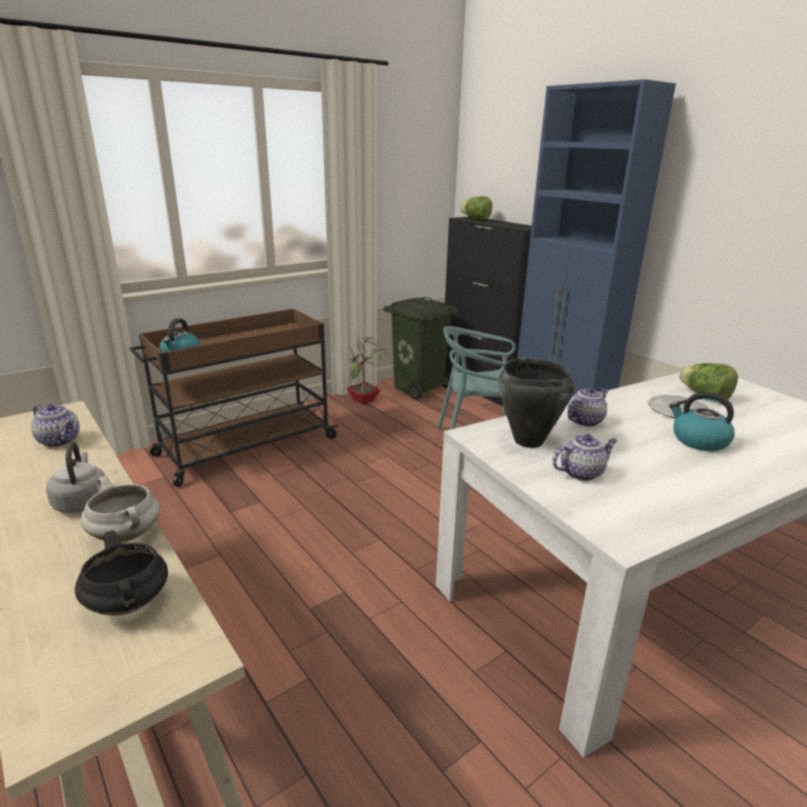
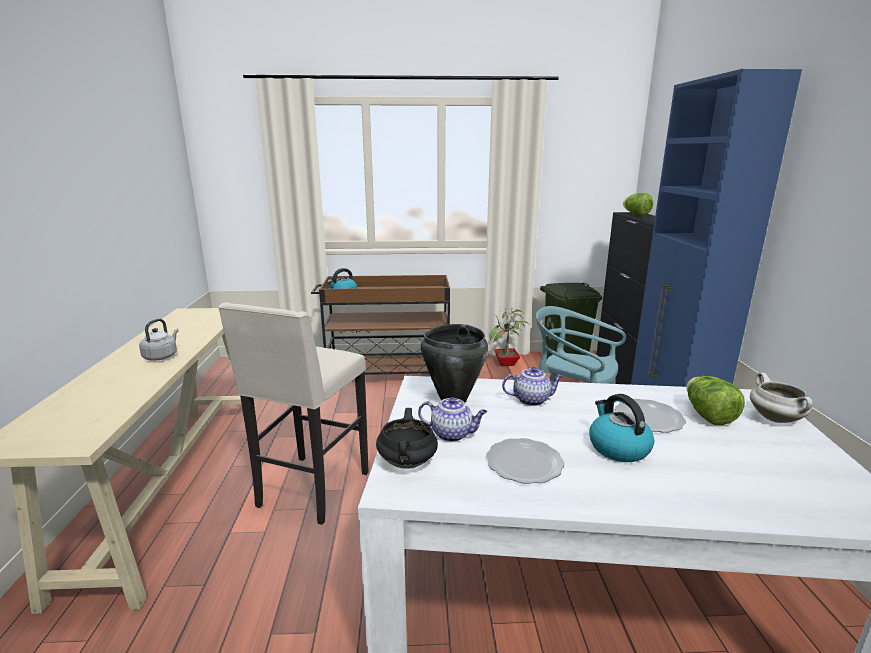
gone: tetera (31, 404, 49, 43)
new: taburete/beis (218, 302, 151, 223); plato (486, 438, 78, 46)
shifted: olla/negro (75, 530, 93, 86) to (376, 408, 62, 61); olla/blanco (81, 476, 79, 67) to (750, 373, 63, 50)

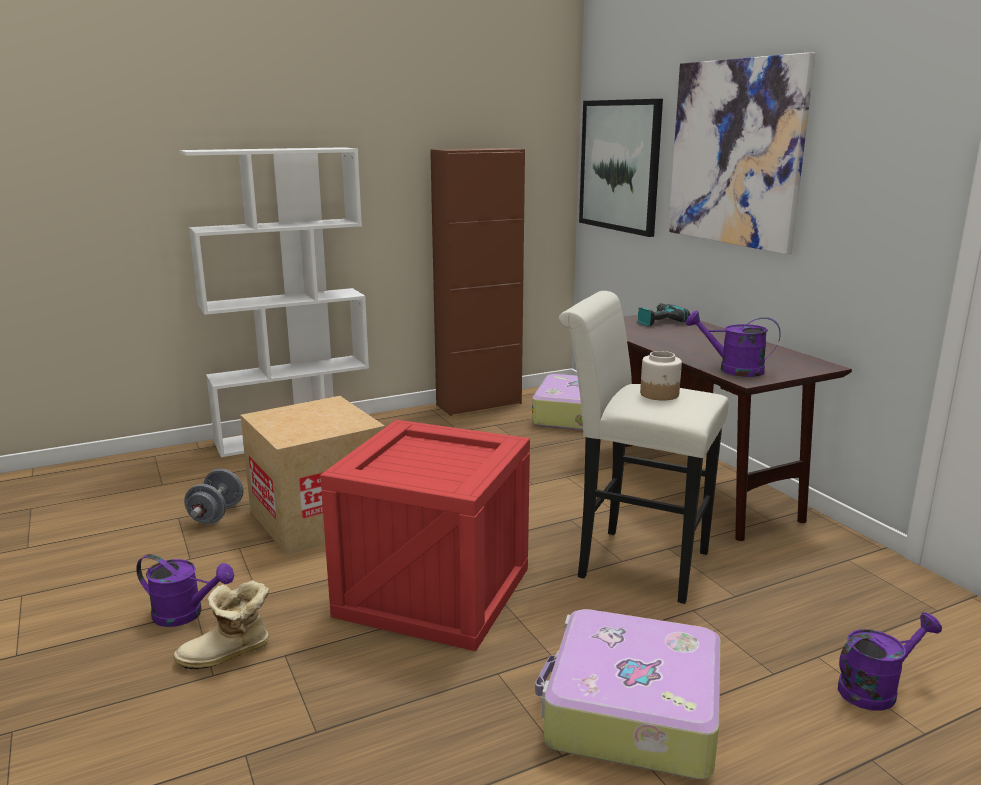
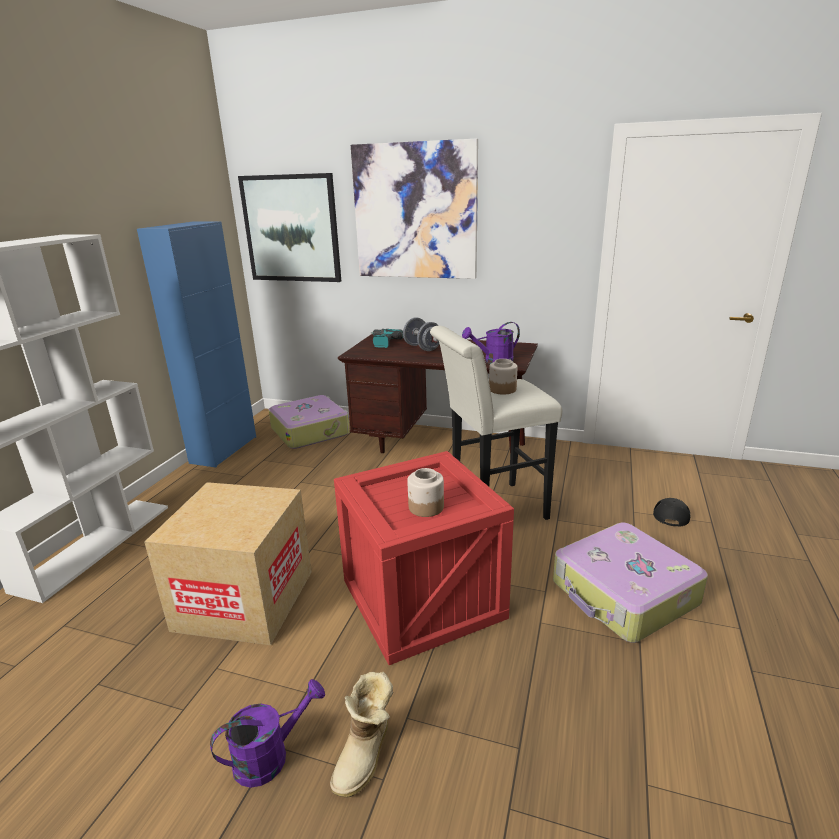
new: tarro (407, 468, 37, 49)
shifted: mancuerna/gris (184, 469, 59, 55) to (403, 317, 36, 34)
swapped: regadera/morado (838, 612, 104, 99) to gorra/negro (653, 498, 38, 29)
repainted: armario/marrón (430, 148, 95, 268) to armario/azul (137, 221, 119, 247)

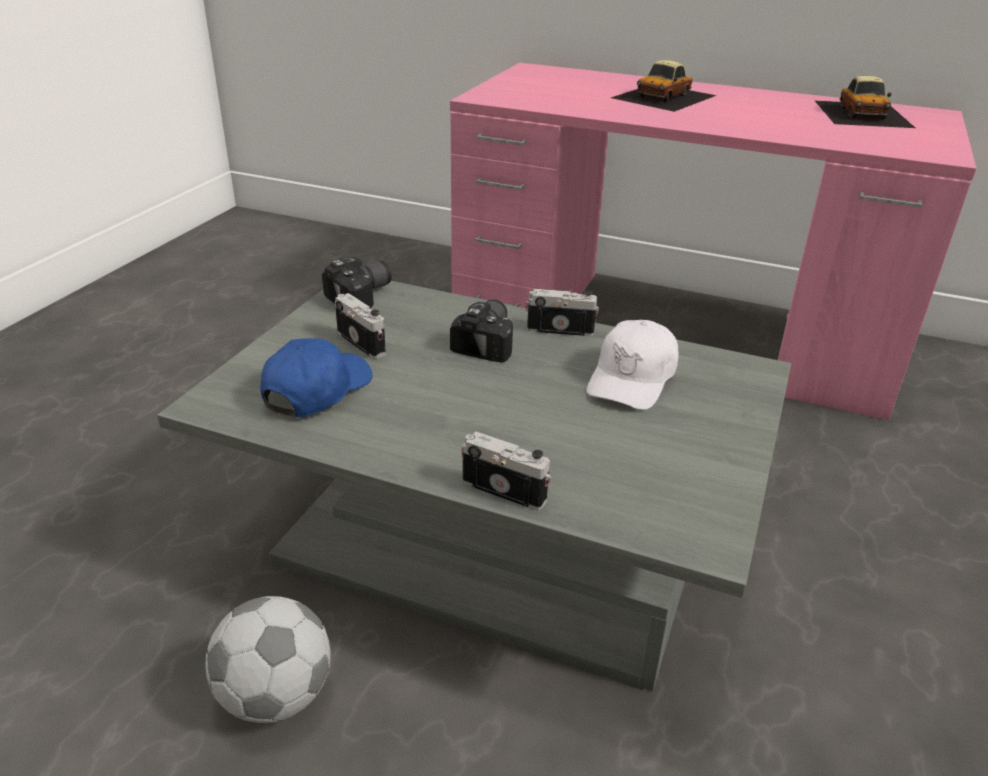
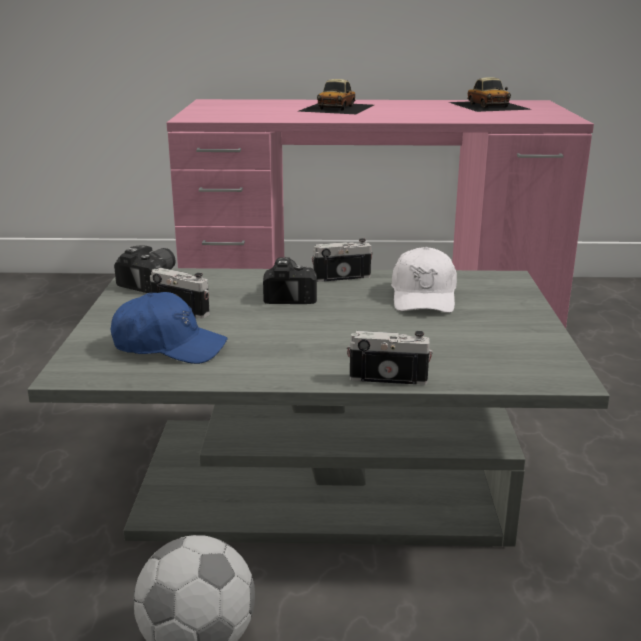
rotated: gorra/azul (261, 338, 112, 79) = (111, 292, 117, 72) 90 degrees clockwise

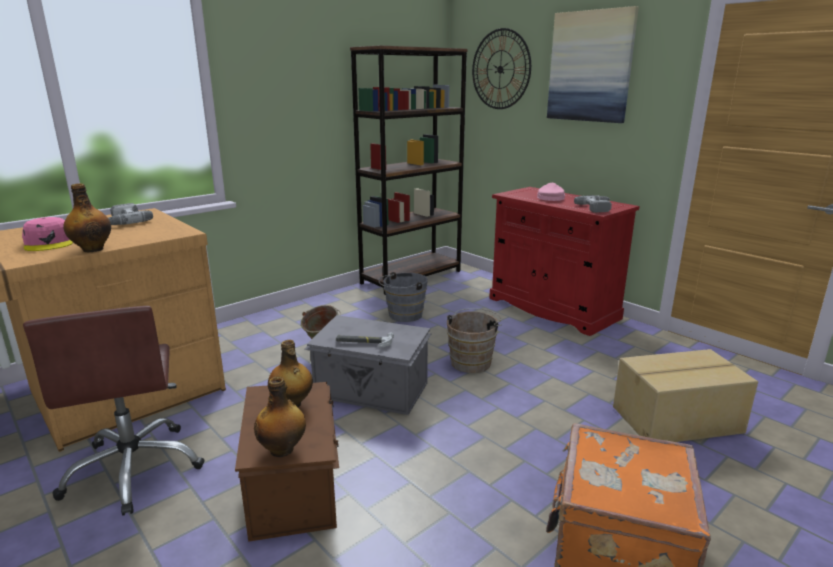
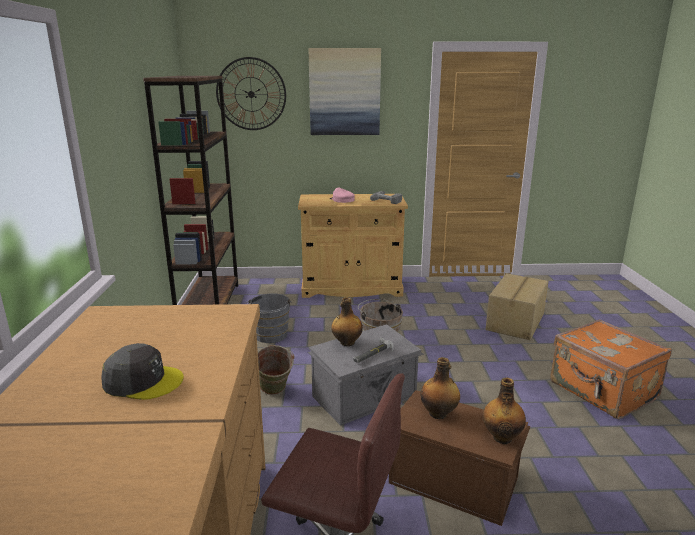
gone: taladro (108, 203, 45, 22)
shifted: botella (63, 183, 48, 69) to (331, 297, 32, 49)
repainted: gorra/rosa (22, 217, 51, 34) to gorra/gris (101, 343, 83, 57); armario/rojo (489, 187, 150, 149) to armario/beis (298, 194, 110, 104)

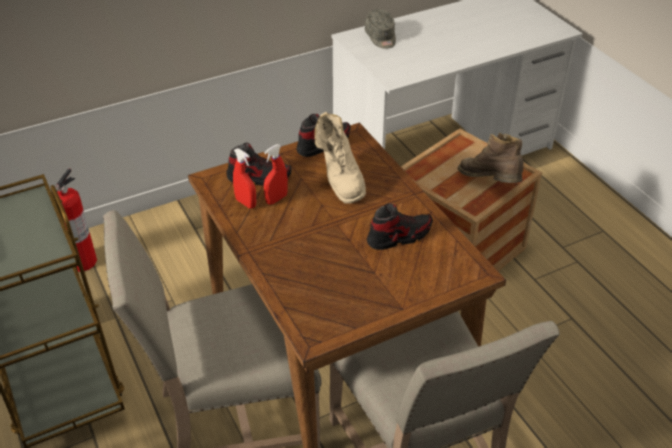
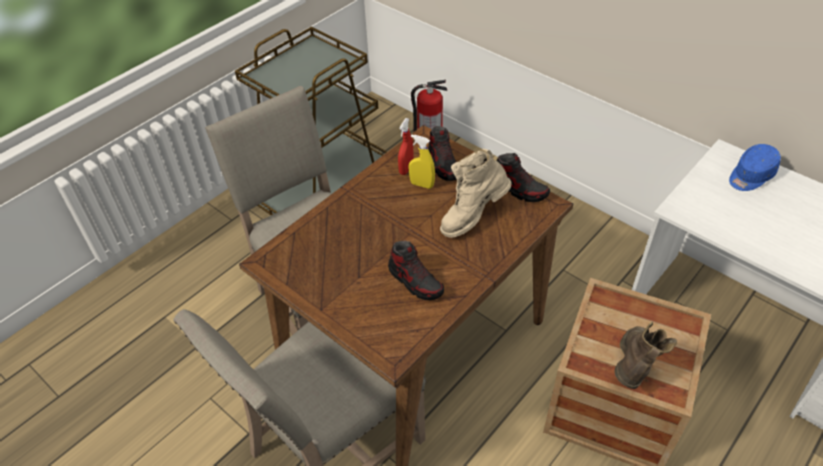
repainted: pulverizador/rojo (264, 144, 24, 61) to pulverizador/amarillo (408, 134, 27, 55); gorra/gris (365, 9, 31, 40) to gorra/azul (729, 144, 52, 47)

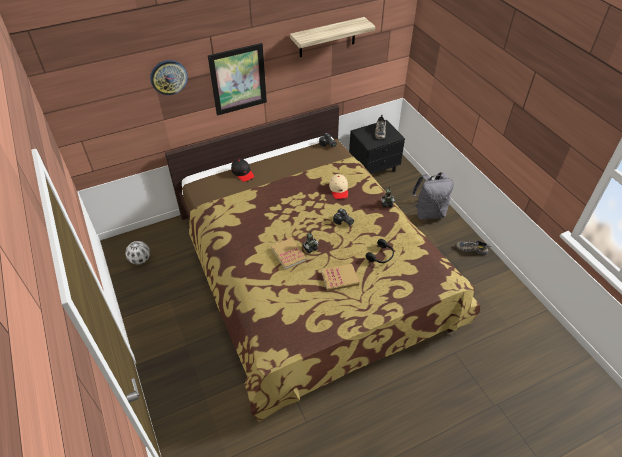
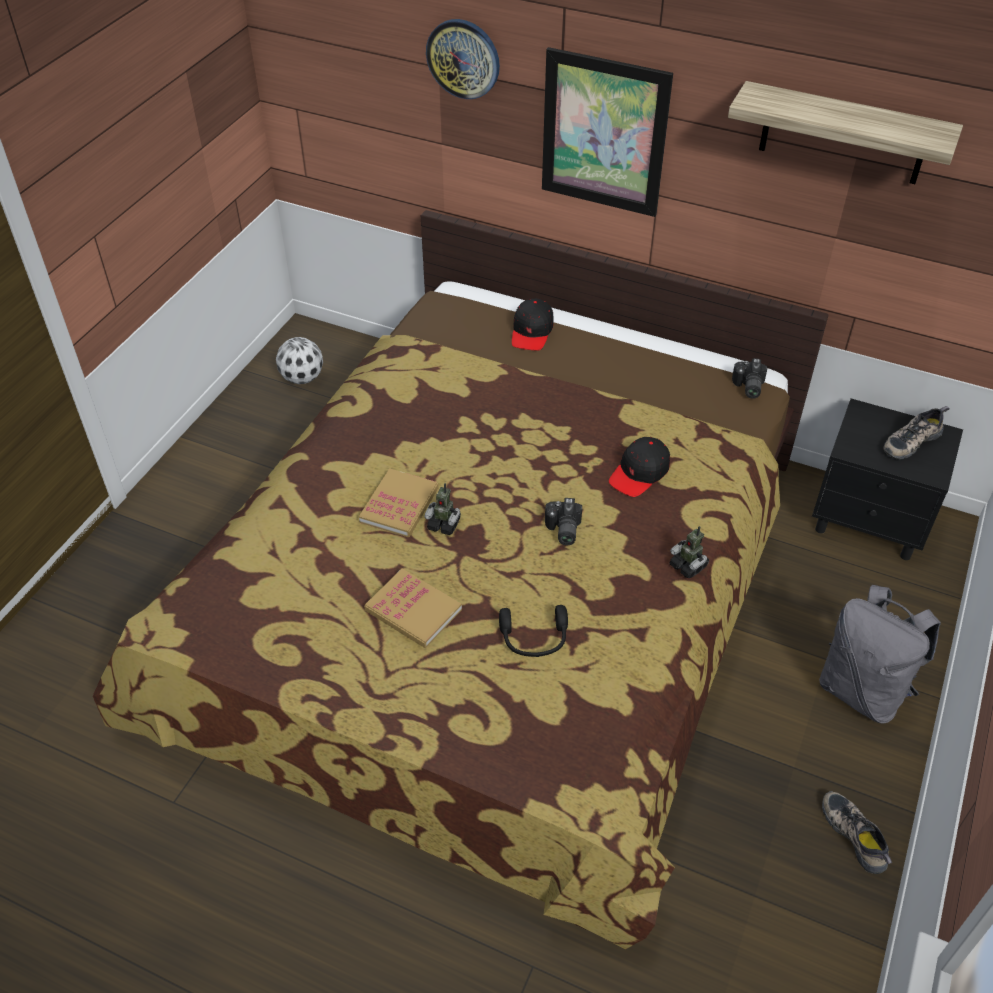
repainted: gorra/beis (329, 174, 19, 25) to gorra/negro (609, 437, 61, 60)

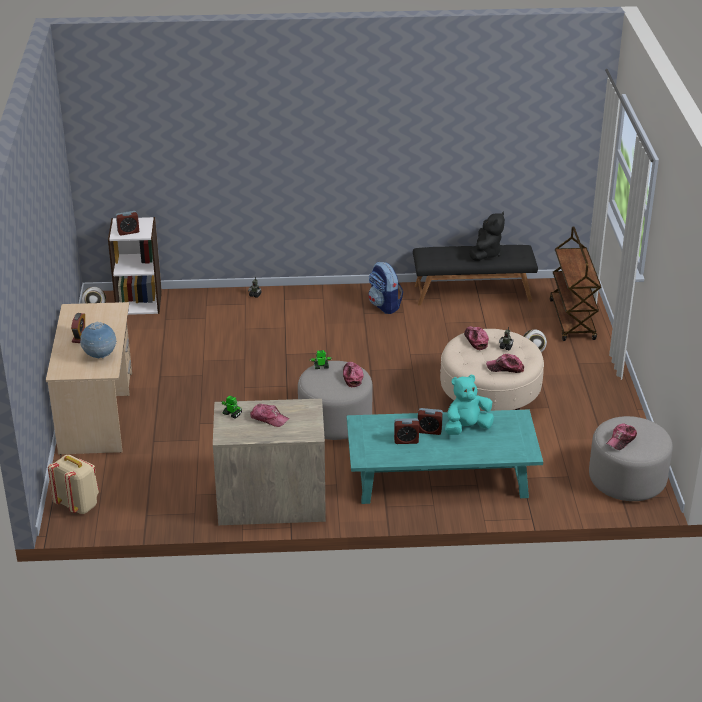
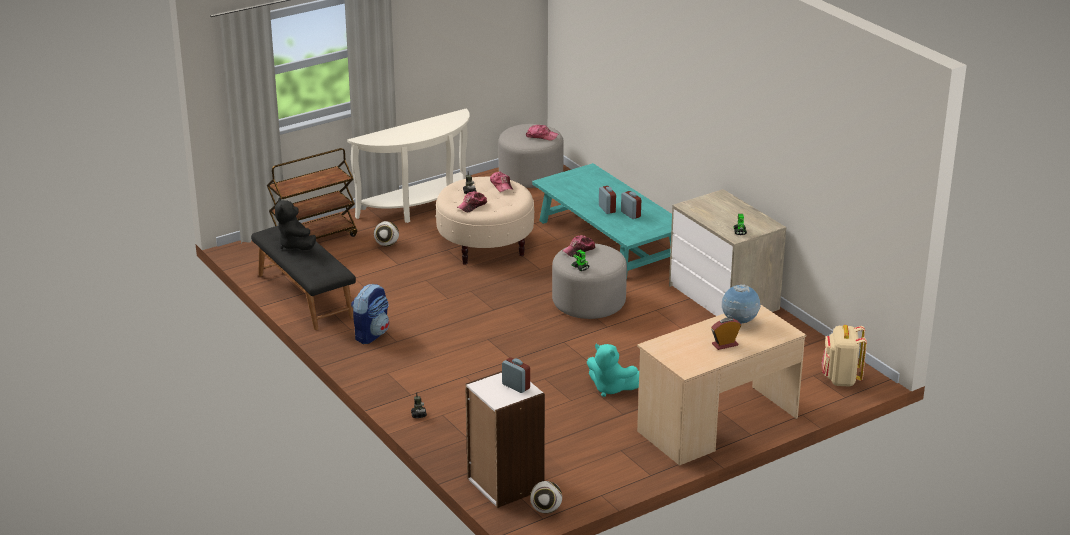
gone: gorra (250, 404, 39, 23)
new: mesa consola/blanco (347, 109, 123, 114)
shifted: peluche/turquesa (445, 374, 49, 61) to (587, 344, 52, 53)
rotated: peluche/negro (469, 212, 36, 49) = (275, 198, 41, 52) 105 degrees counterclockwise

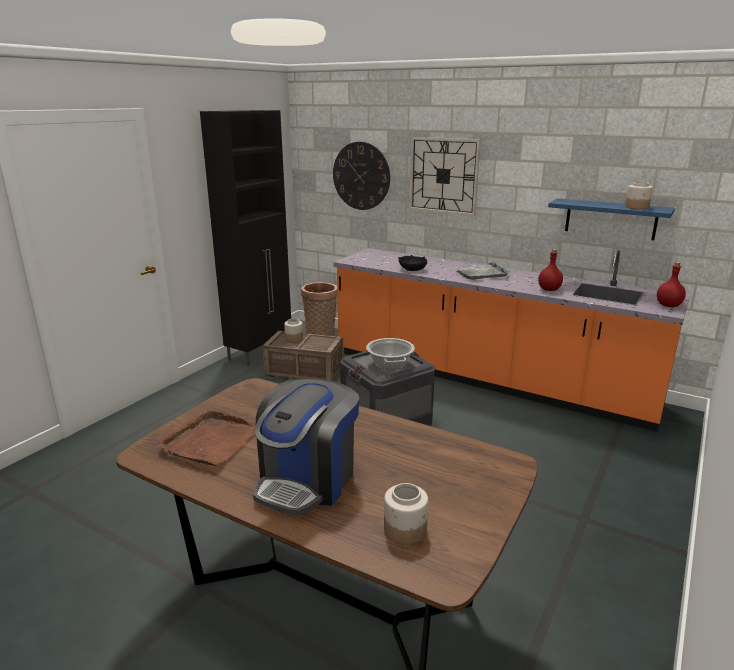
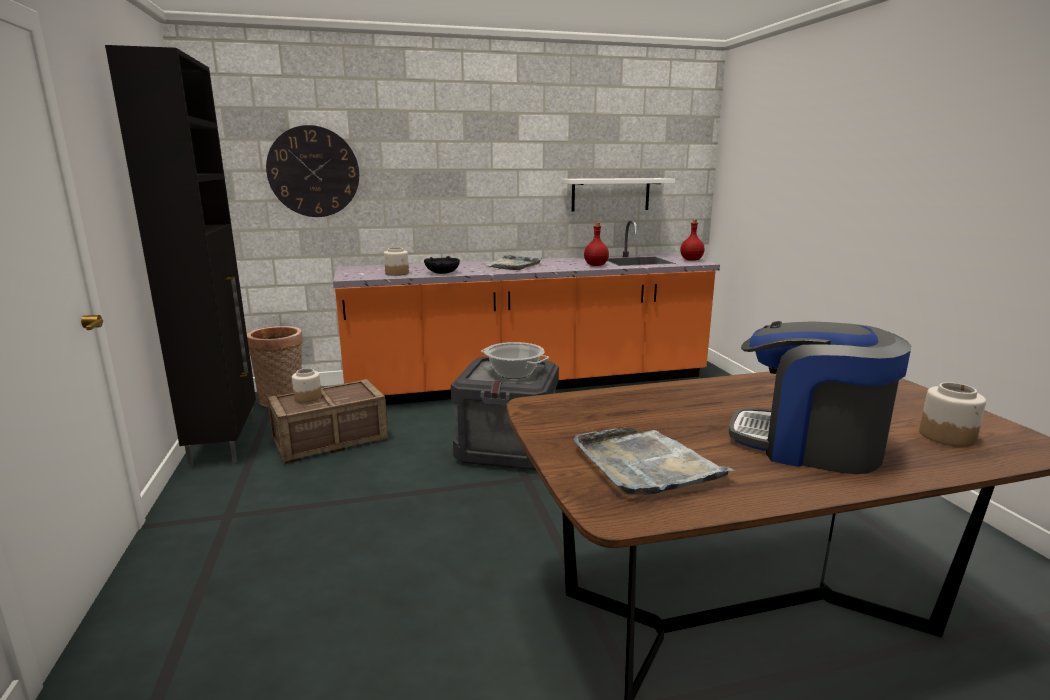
gone: reloj de pared (409, 137, 72, 79)
shifted: tarro (625, 182, 28, 27) to (384, 247, 25, 29)
repainted: estante/azul (548, 198, 127, 42) to estante/blanco (561, 178, 114, 33); bandeja/marrón (158, 410, 97, 56) to bandeja/gris (574, 427, 160, 68)
rotated: cafetera (253, 378, 107, 138) = (729, 321, 182, 153) 135 degrees clockwise

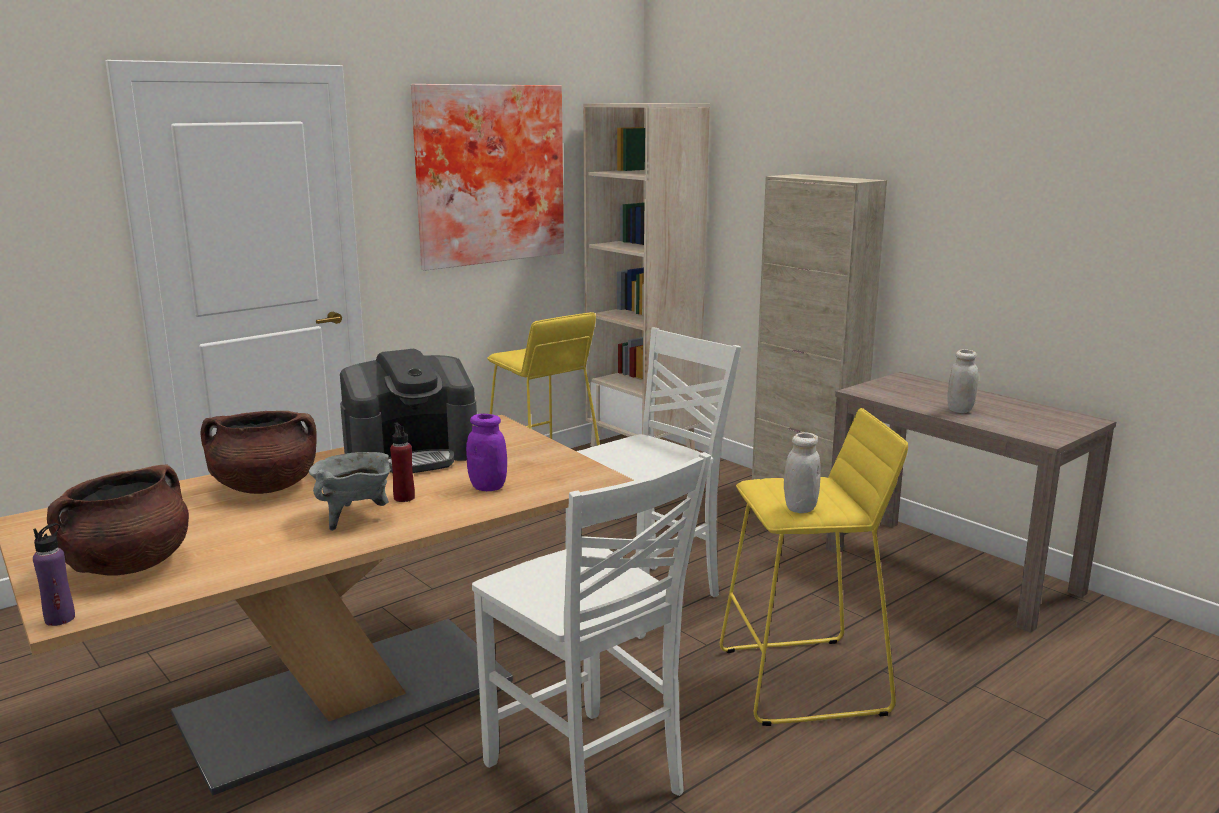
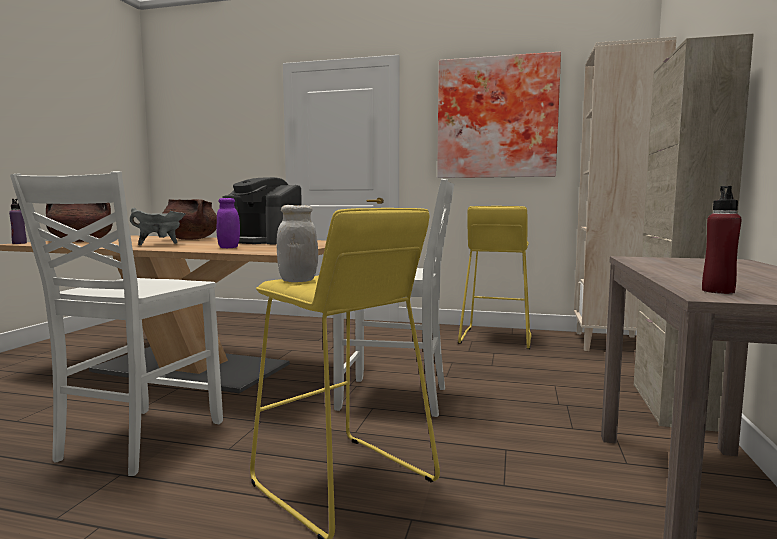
gone: tarro/blanco (947, 349, 31, 64)
shifted: botella/rojo (390, 422, 25, 80) to (702, 186, 40, 108)

